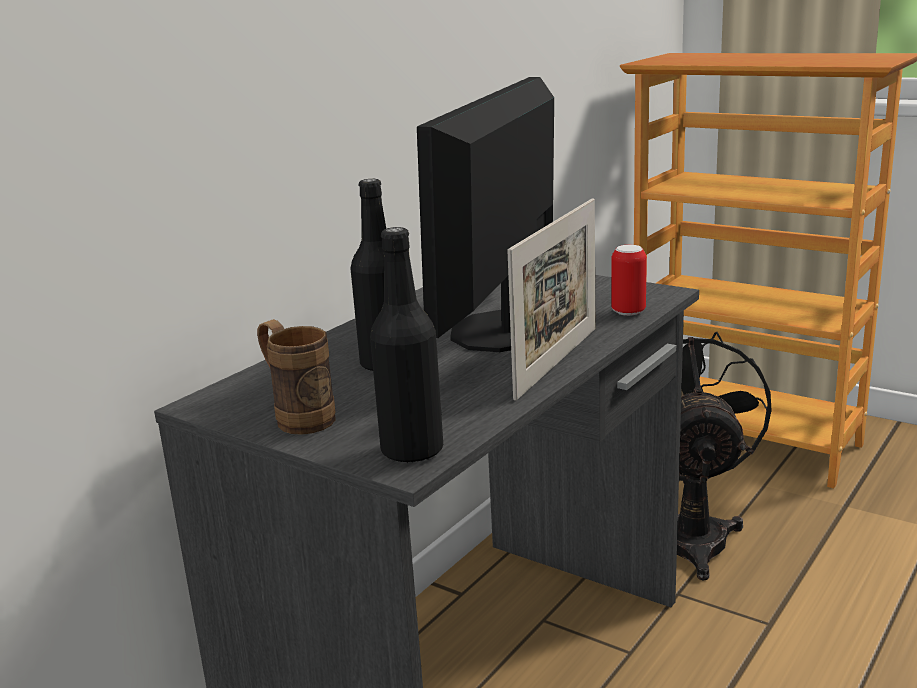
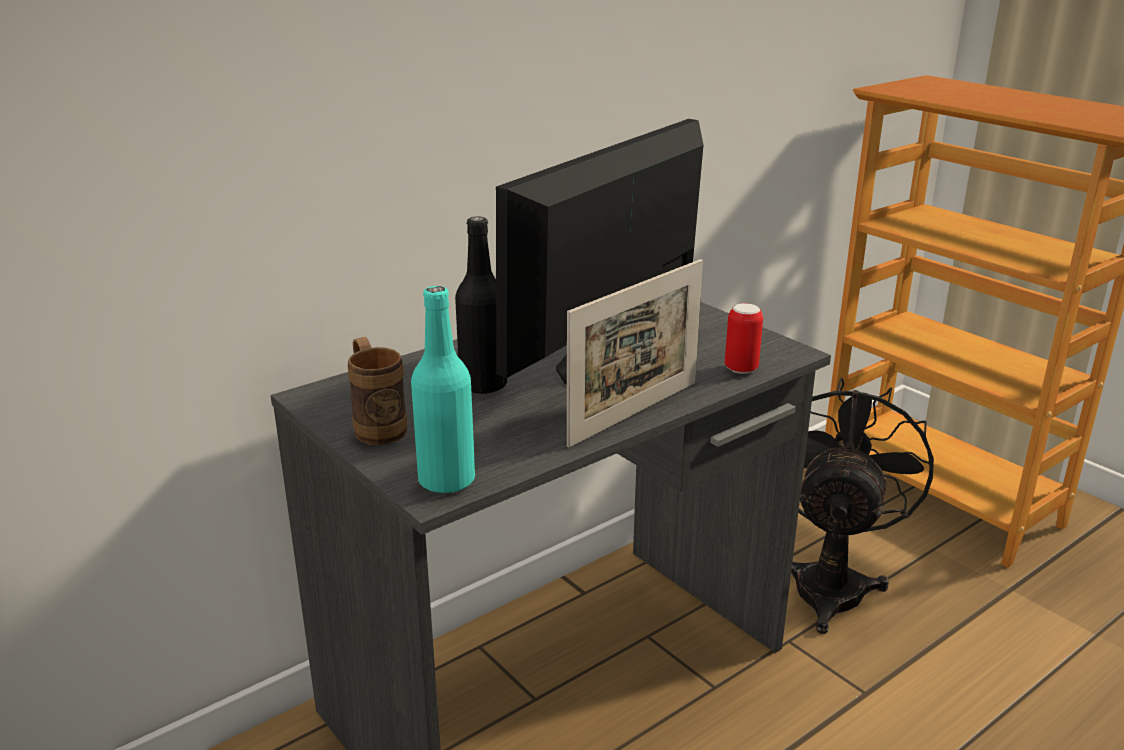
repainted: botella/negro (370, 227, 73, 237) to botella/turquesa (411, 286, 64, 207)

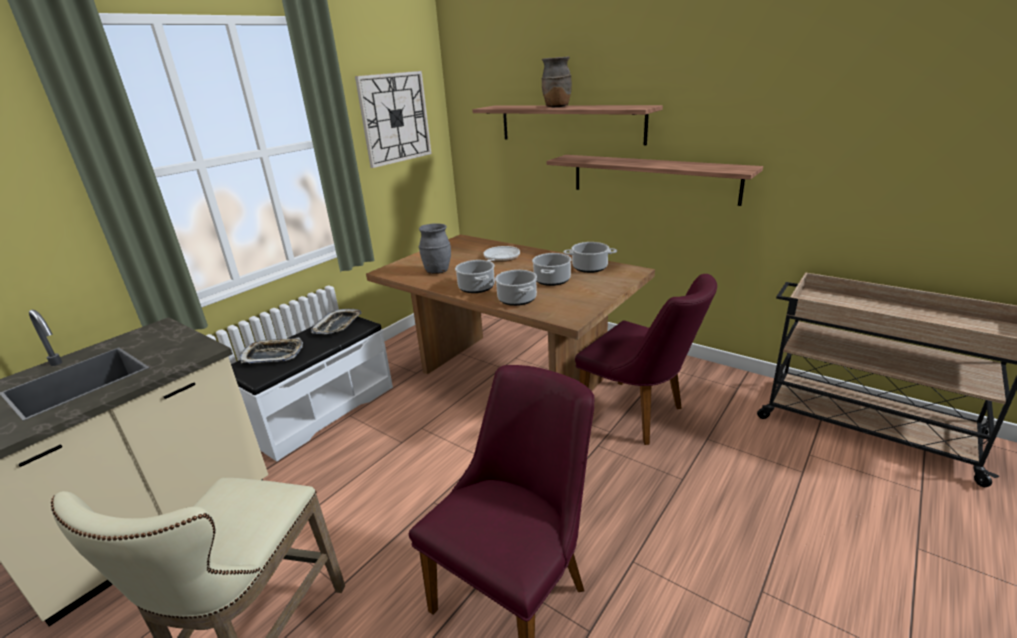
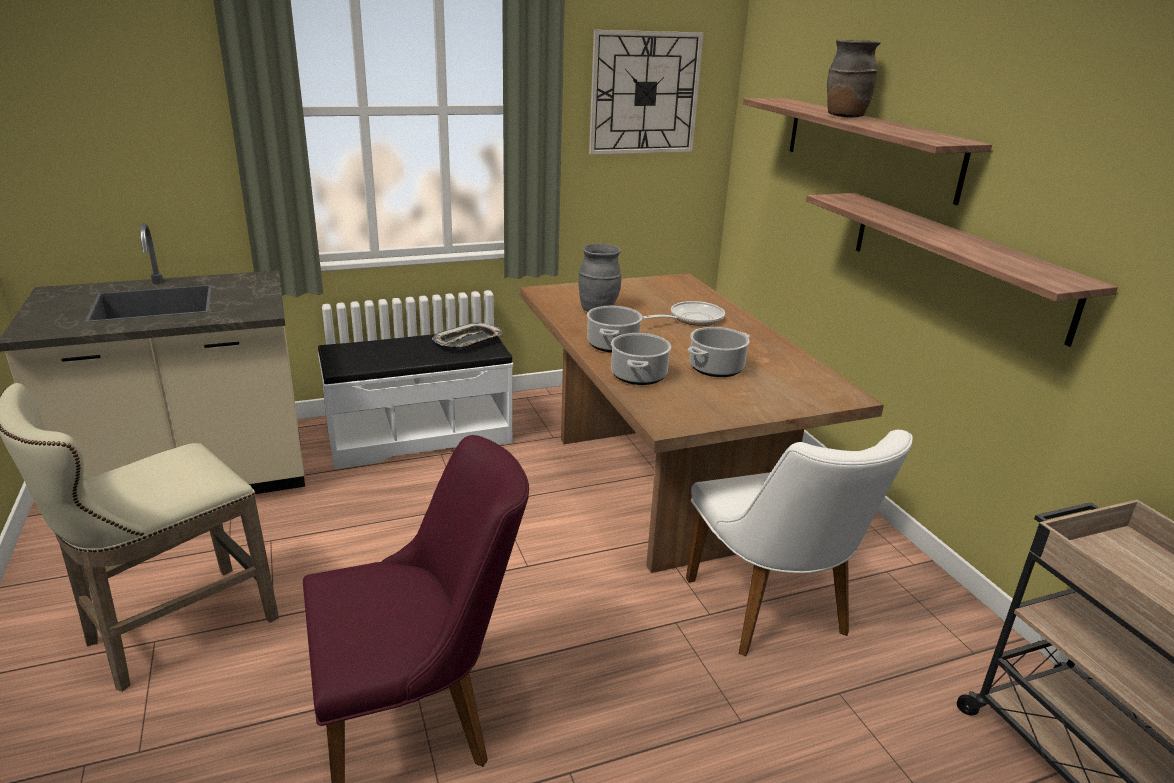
gone: bandeja (240, 338, 63, 25); olla (563, 242, 54, 31)
repainted: silla/morado (575, 274, 142, 171) to silla/blanco (686, 430, 227, 226)

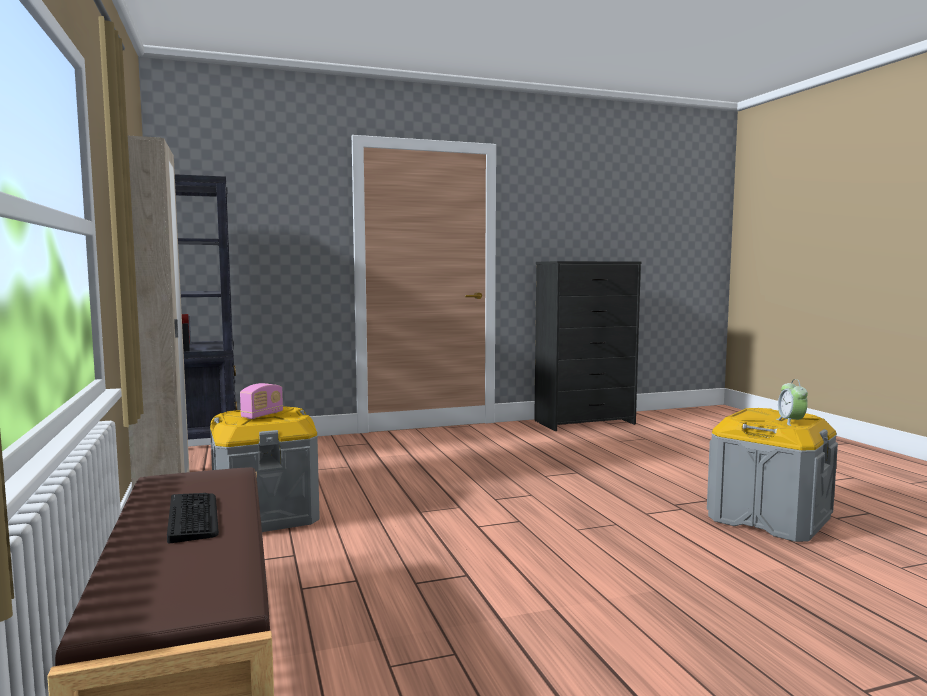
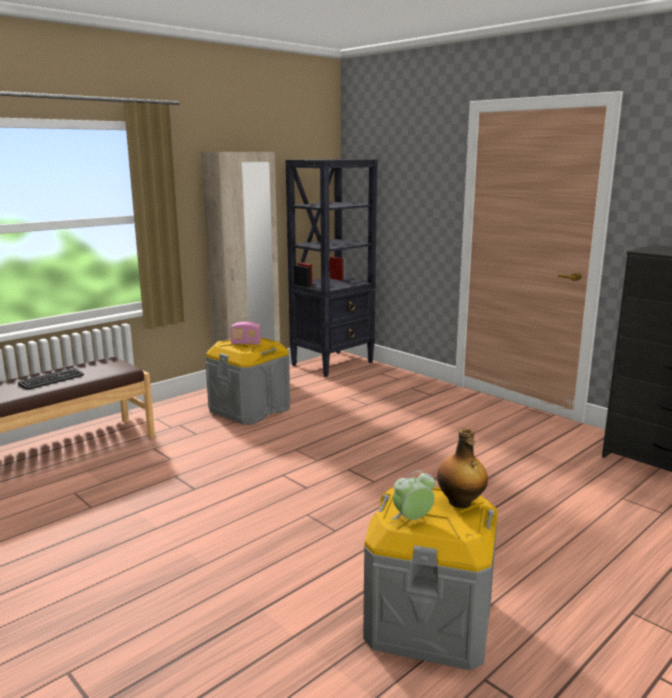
new: botella (437, 428, 51, 80)

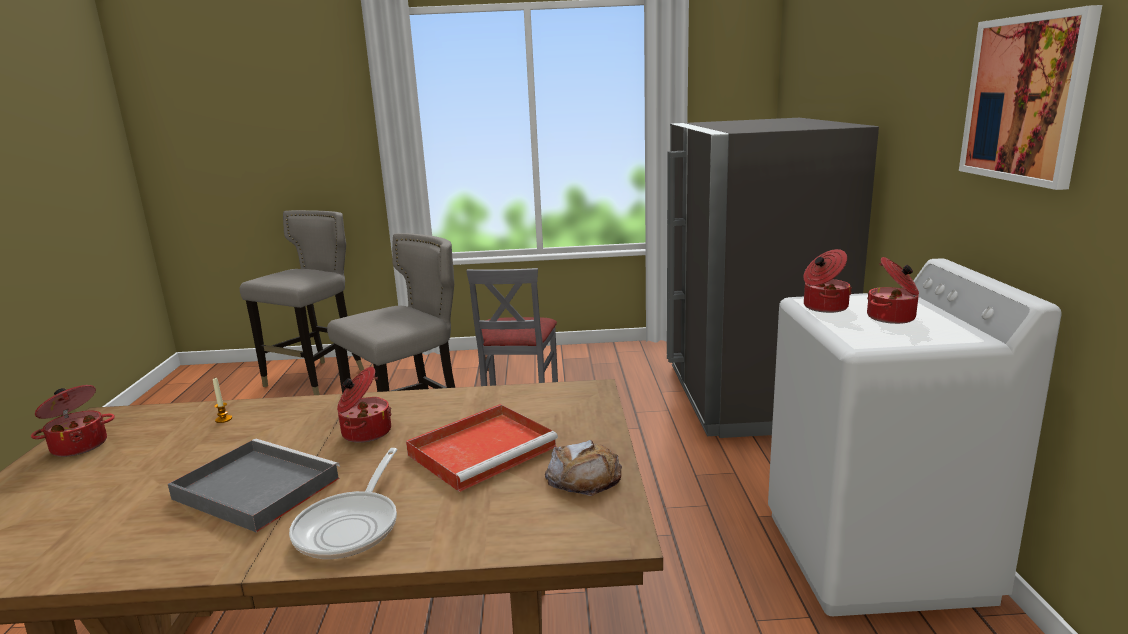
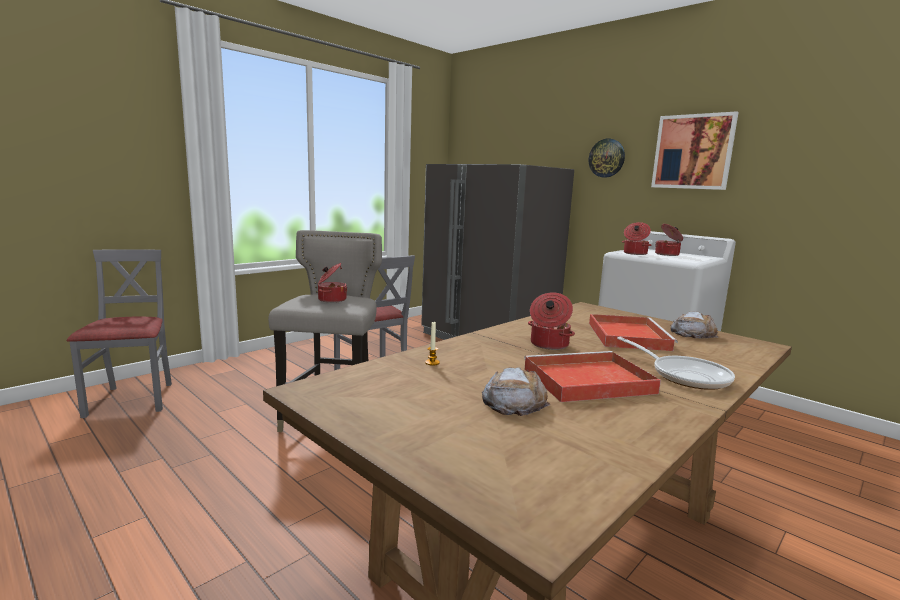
new: pan (482, 367, 68, 49); reloj de pared (589, 139, 36, 38)
shifted: olla (31, 385, 84, 72) to (318, 263, 29, 40)
swapped: taburete/gris (240, 210, 124, 185) to silla/gris (67, 249, 105, 169)
repainted: bandeja/gris (168, 439, 172, 94) to bandeja/rojo (524, 351, 137, 51)

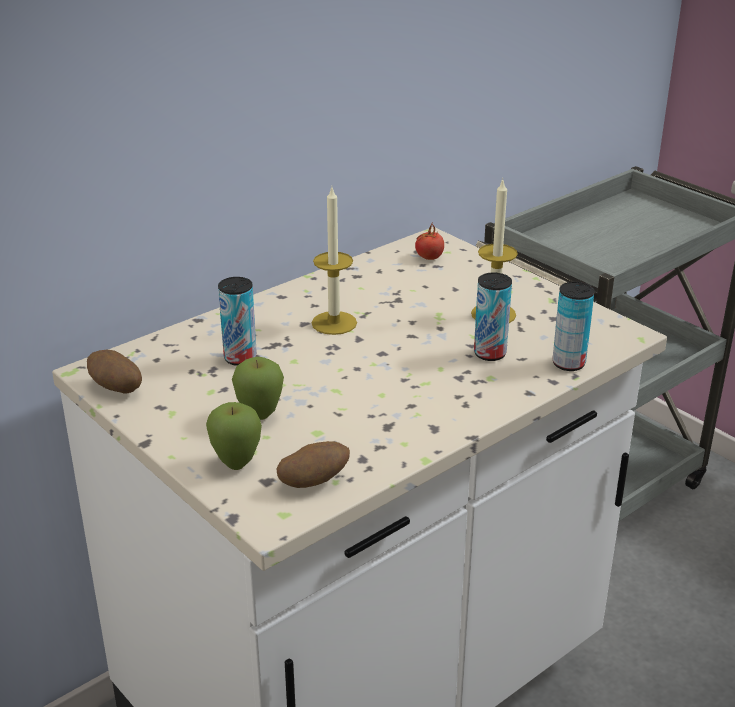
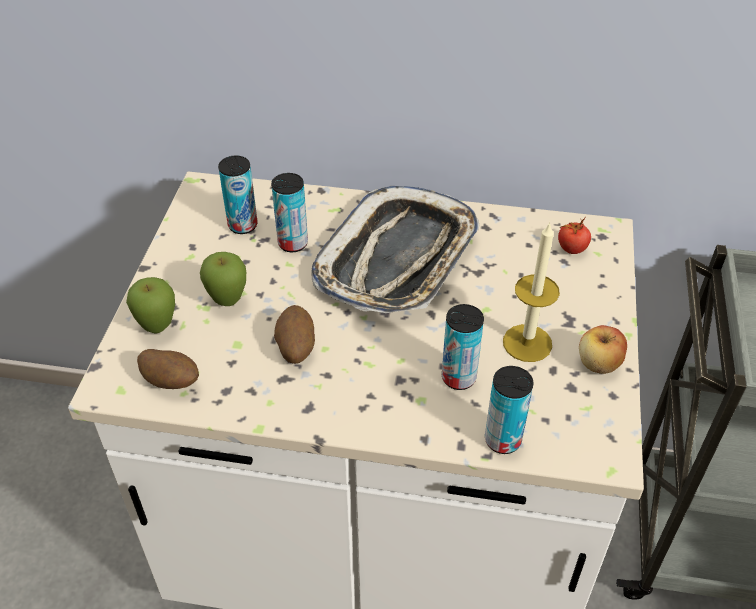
new: lata (218, 156, 40, 78); manzana (579, 325, 48, 49)
shifted: patata (87, 350, 55, 44) to (274, 305, 41, 59)
swapped: vela (312, 188, 45, 147) to bandeja (311, 186, 168, 127)

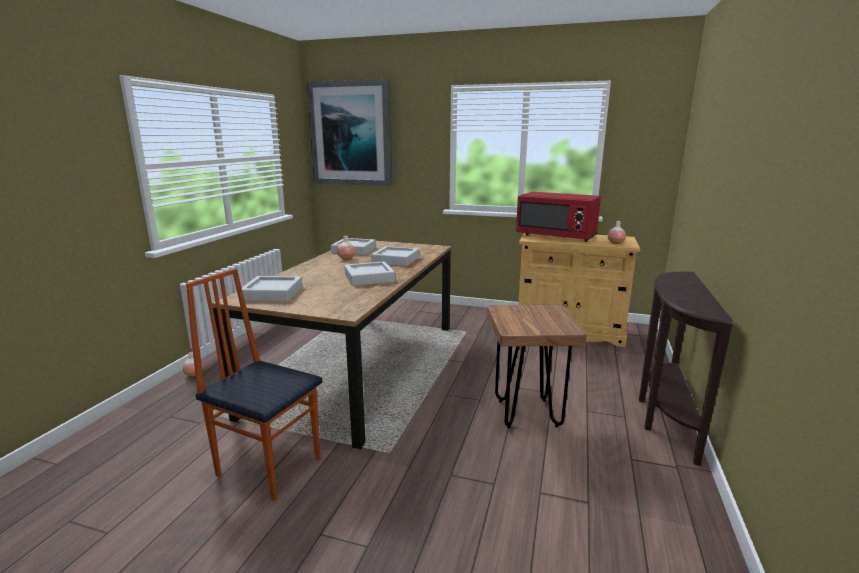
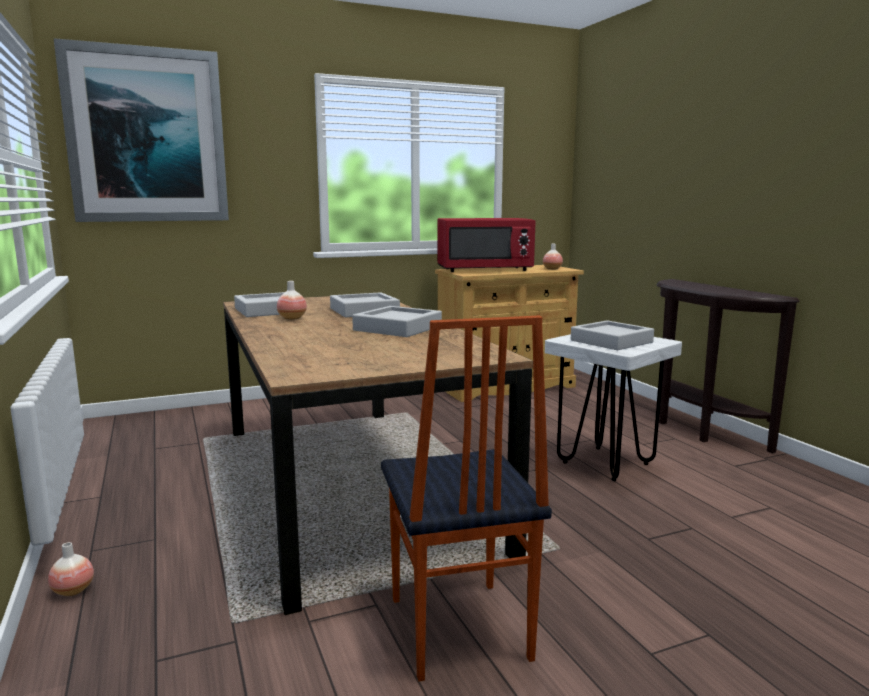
shifted: bandeja/gris (242, 276, 60, 26) to (571, 320, 83, 30)
repainted: taburete/marrón (487, 305, 100, 123) to taburete/blanco (545, 334, 137, 147)
rotated: silla (186, 268, 136, 233) = (381, 315, 171, 367) 90 degrees counterclockwise

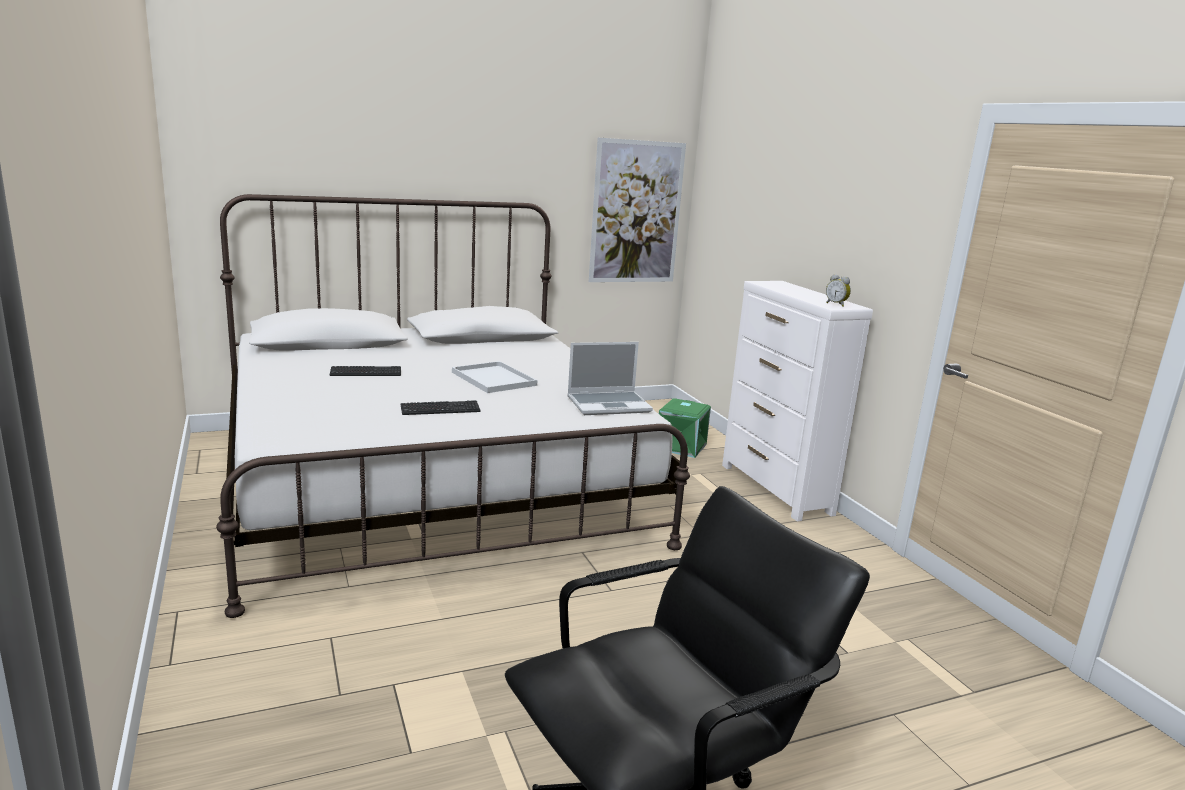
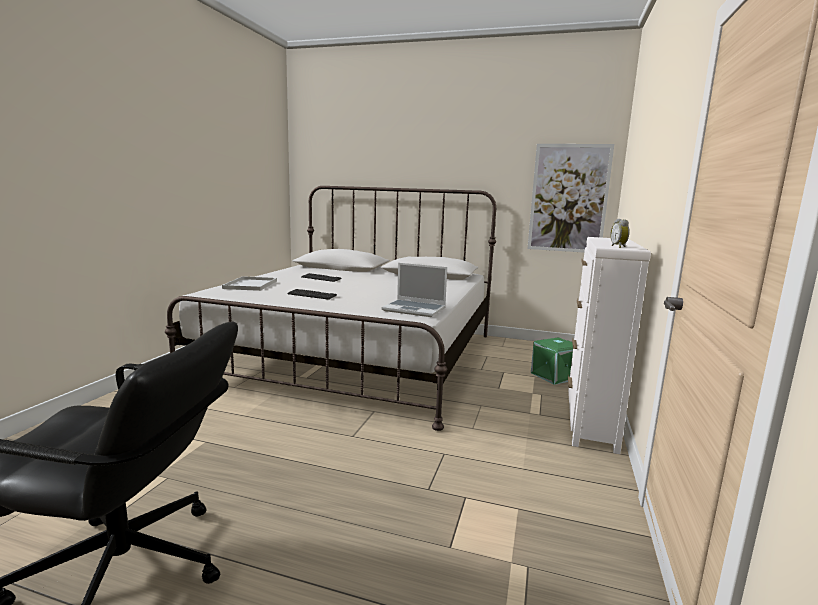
shifted: bandeja/blanco (452, 361, 85, 32) to (222, 276, 55, 15)

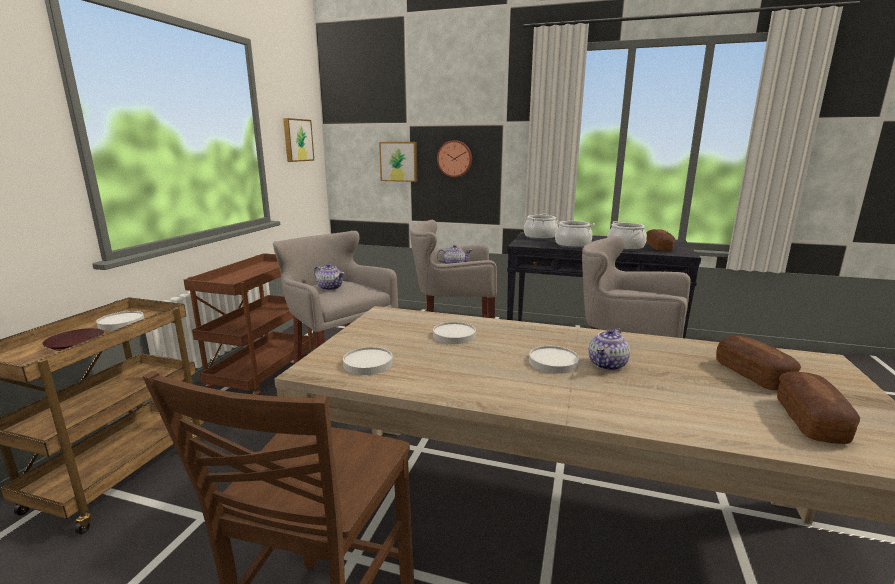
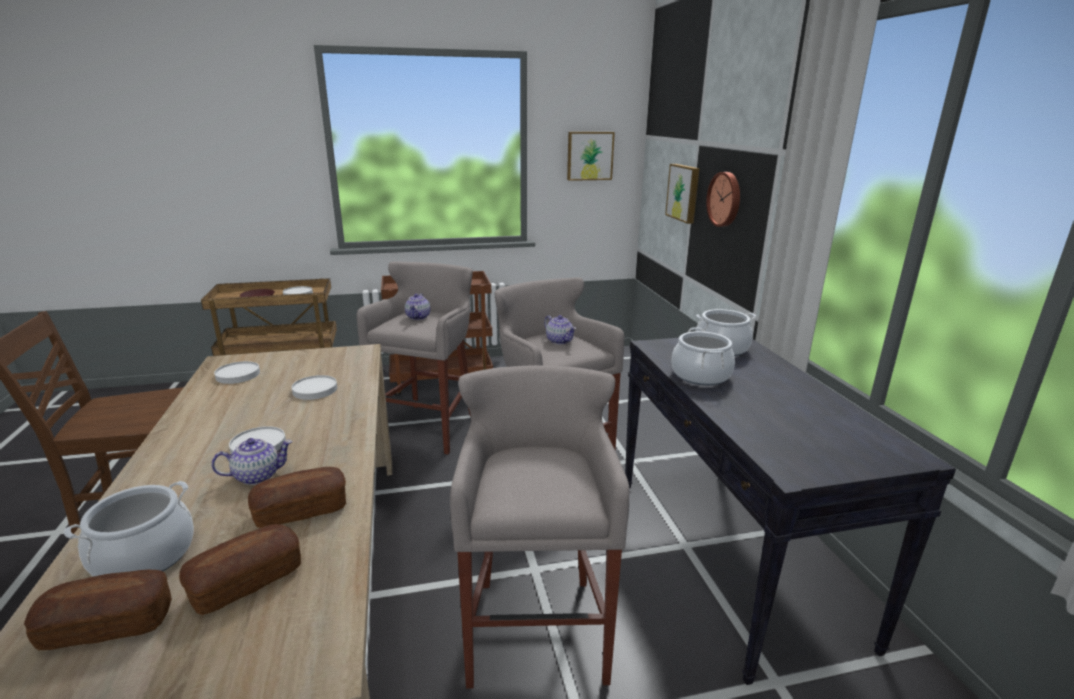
shifted: olla (607, 221, 40, 30) to (64, 481, 130, 96); pan (646, 229, 29, 22) to (248, 467, 98, 61)
rotated: tetera (588, 328, 42, 43) = (211, 438, 81, 47) 150 degrees clockwise

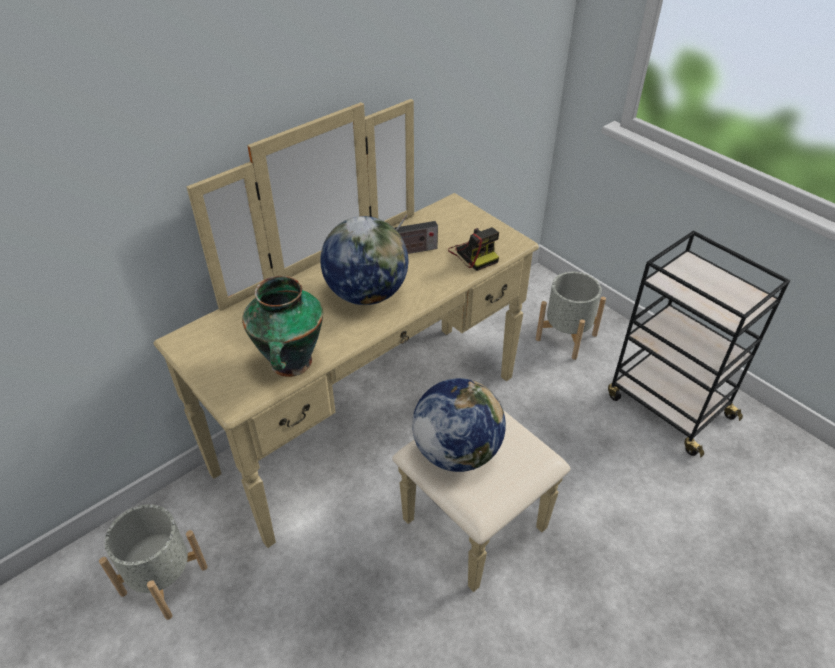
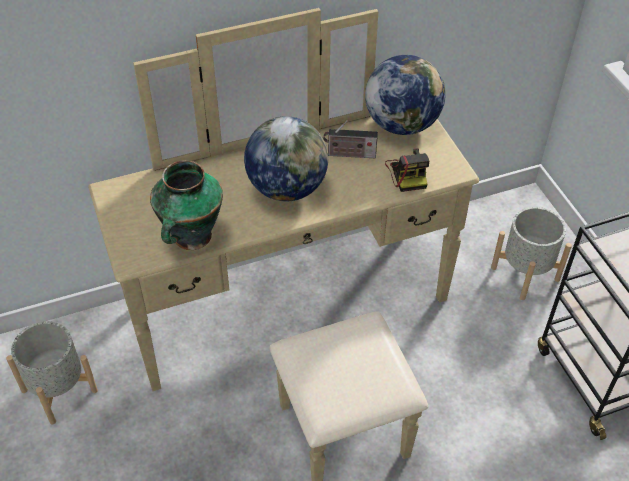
shifted: globo terráqueo (412, 378, 94, 94) to (365, 55, 81, 80)

